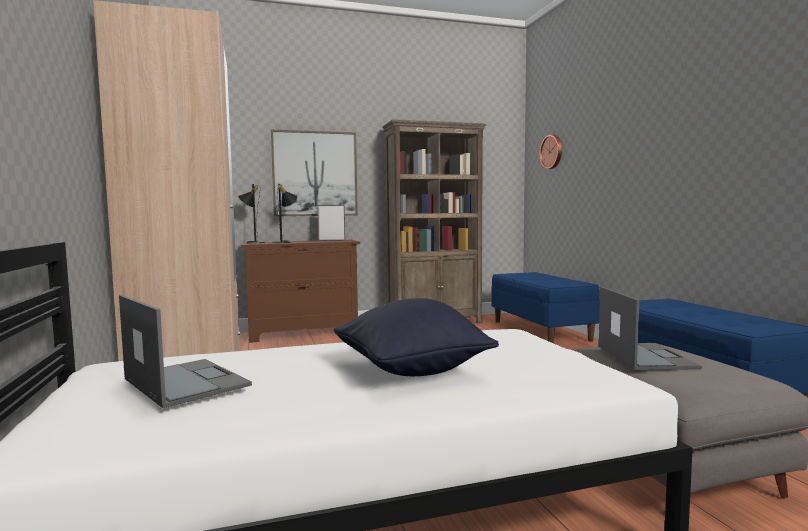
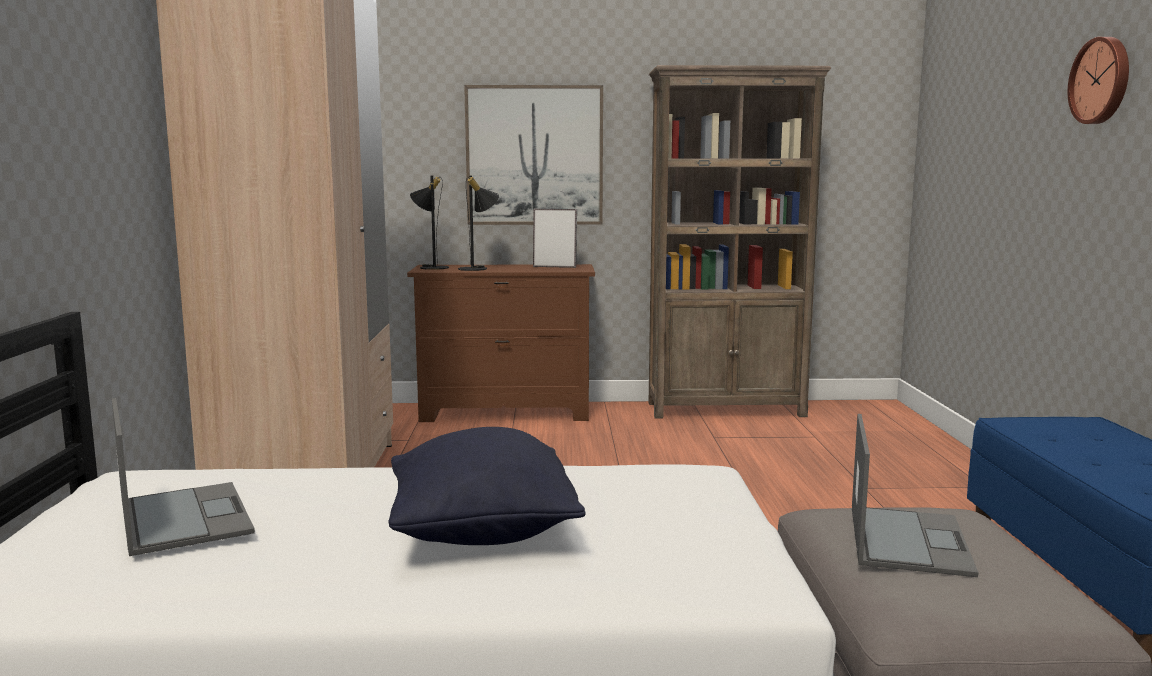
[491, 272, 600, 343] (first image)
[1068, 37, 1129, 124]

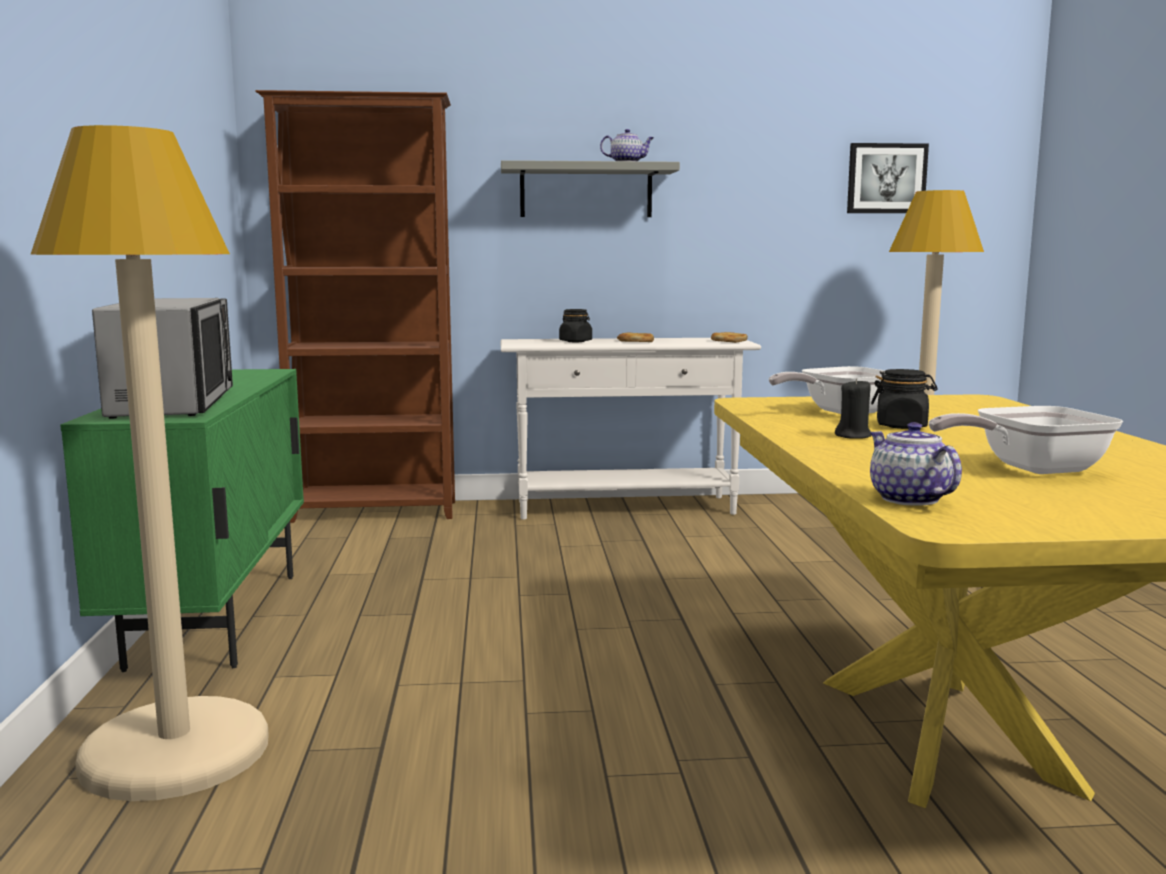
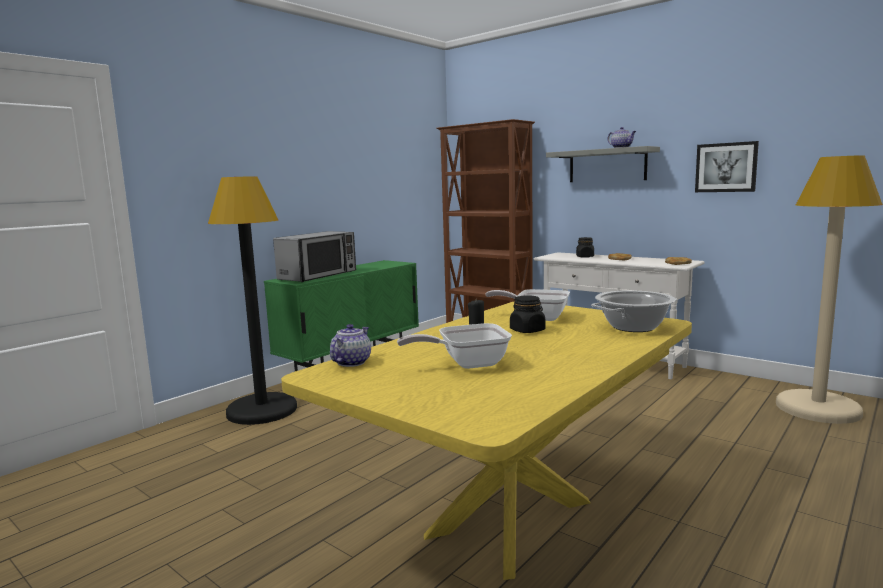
[591, 290, 677, 332]
[695, 141, 759, 192]
[208, 176, 297, 425]
[397, 323, 512, 369]

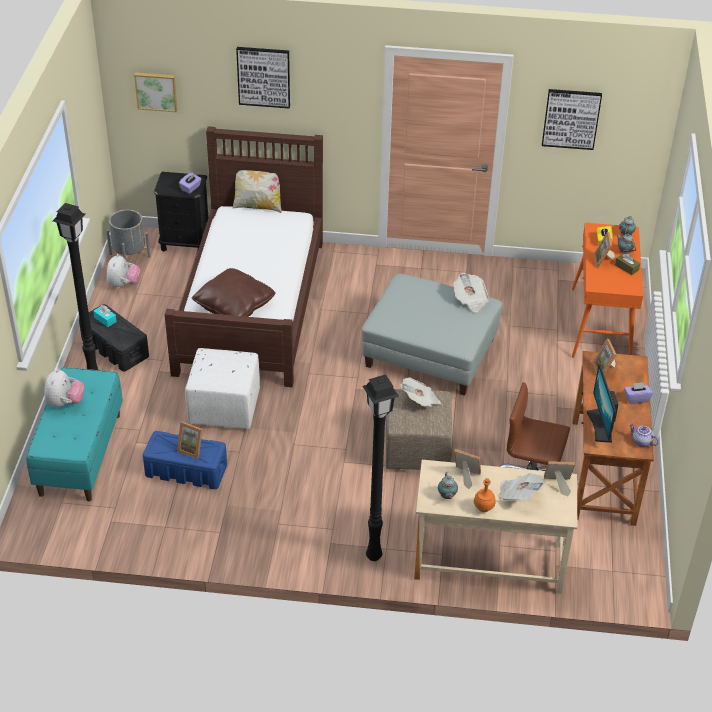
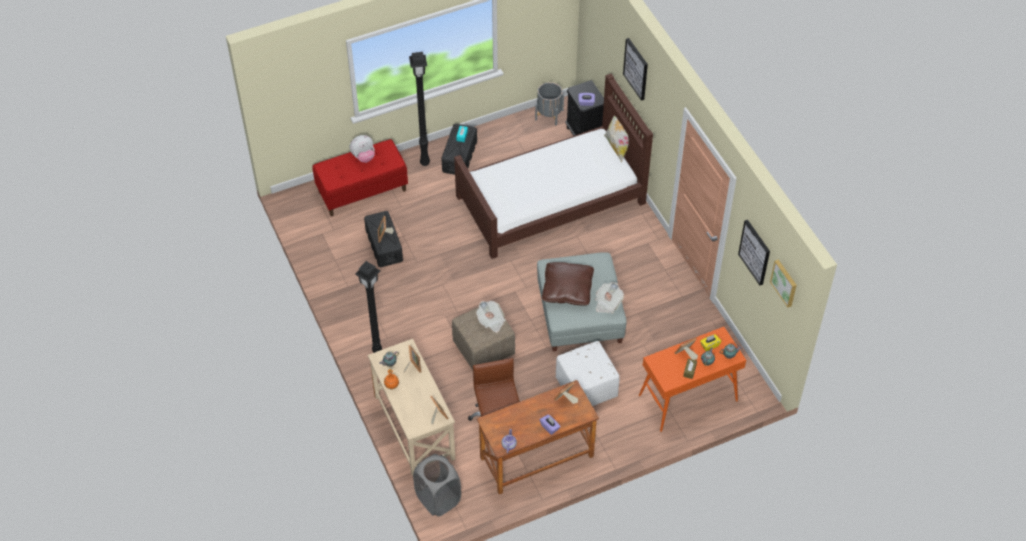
[107, 254, 140, 288] (first image)
[499, 473, 544, 501] (first image)
[586, 364, 618, 443] (first image)
[413, 454, 461, 516]
[770, 260, 797, 307]
[556, 341, 620, 406]
[542, 262, 594, 306]
[312, 139, 408, 216]
[364, 211, 403, 267]

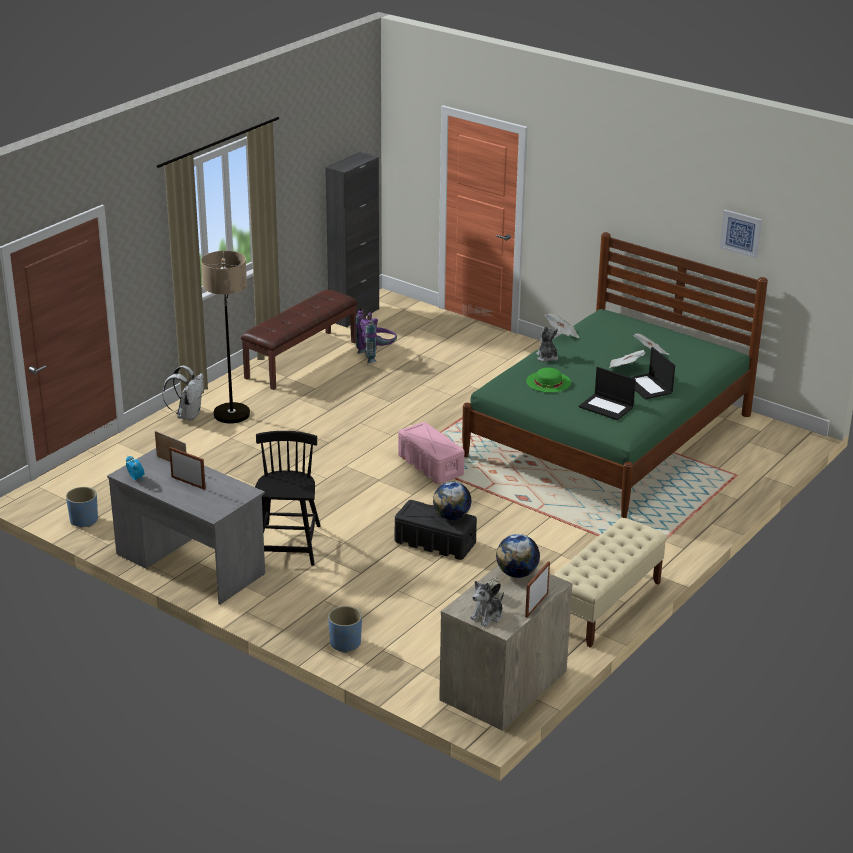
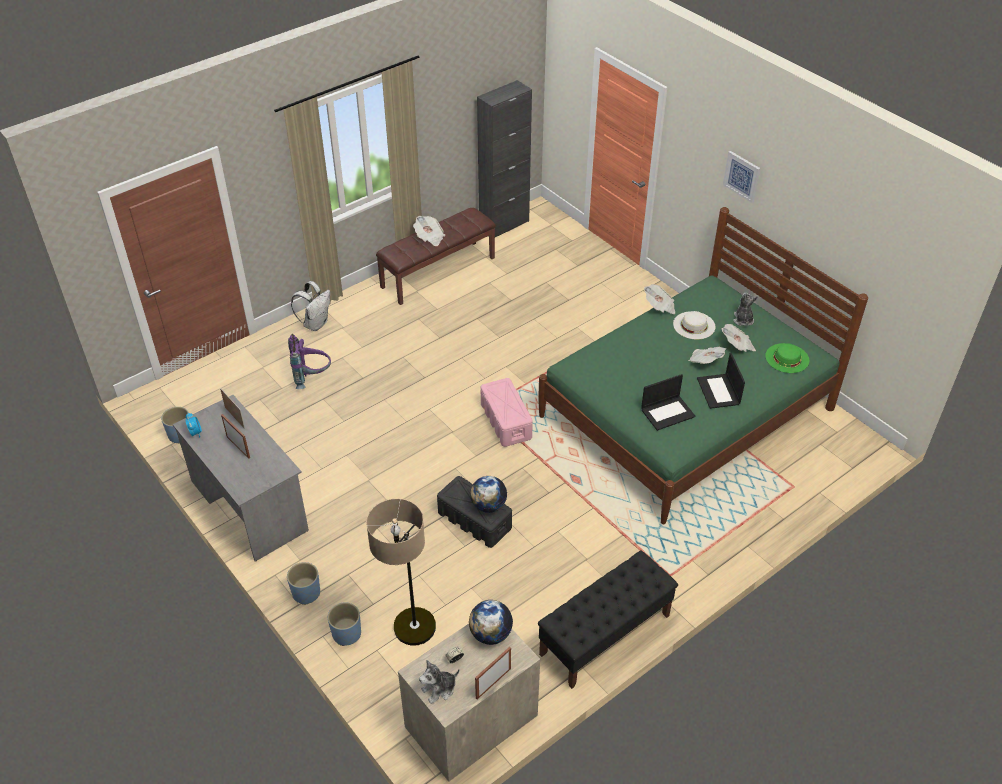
[255, 431, 321, 566] (first image)
[287, 562, 320, 605]
[413, 216, 445, 246]
[673, 311, 715, 339]
[366, 499, 436, 645]
[288, 334, 331, 389]
[765, 343, 809, 373]
[733, 293, 758, 326]
[723, 151, 760, 203]
[538, 550, 678, 689]
[641, 374, 695, 431]

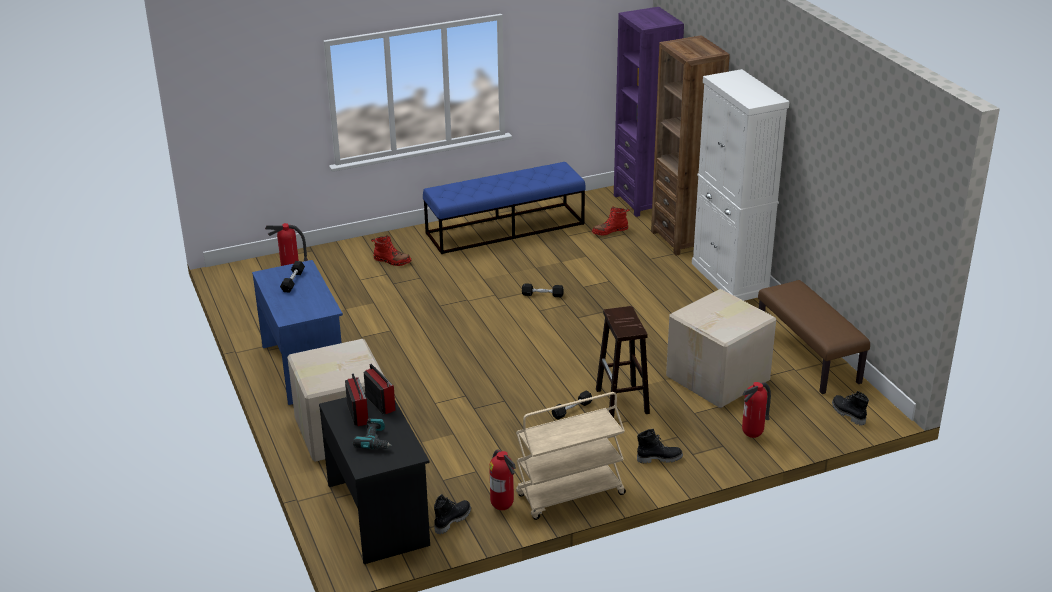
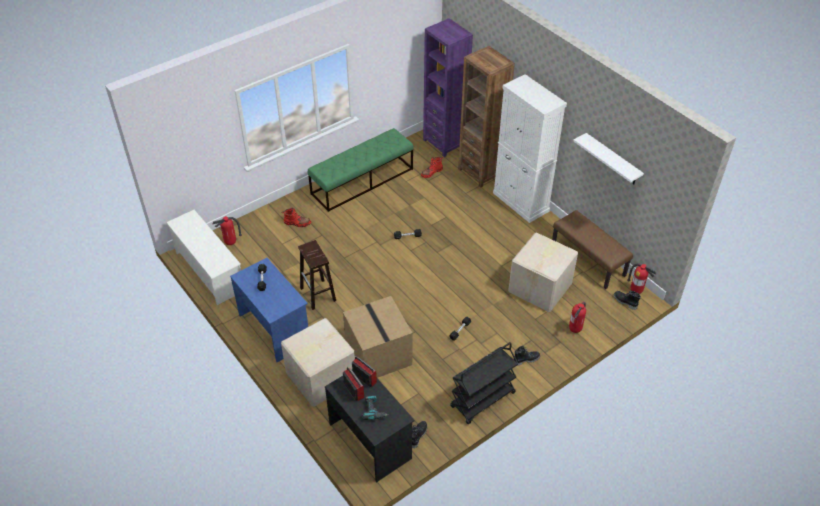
[166, 210, 241, 305]
[343, 296, 412, 378]
[573, 133, 644, 184]
[627, 263, 656, 294]
[298, 240, 336, 310]
[308, 128, 414, 212]
[450, 342, 518, 424]

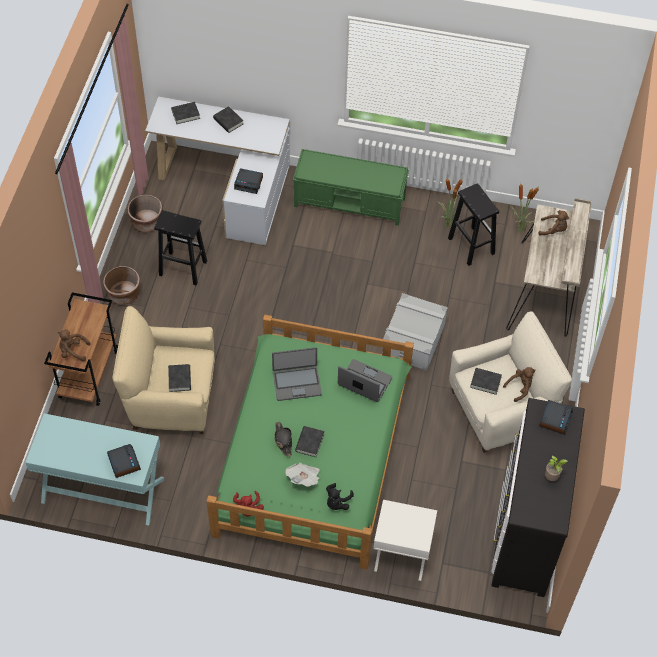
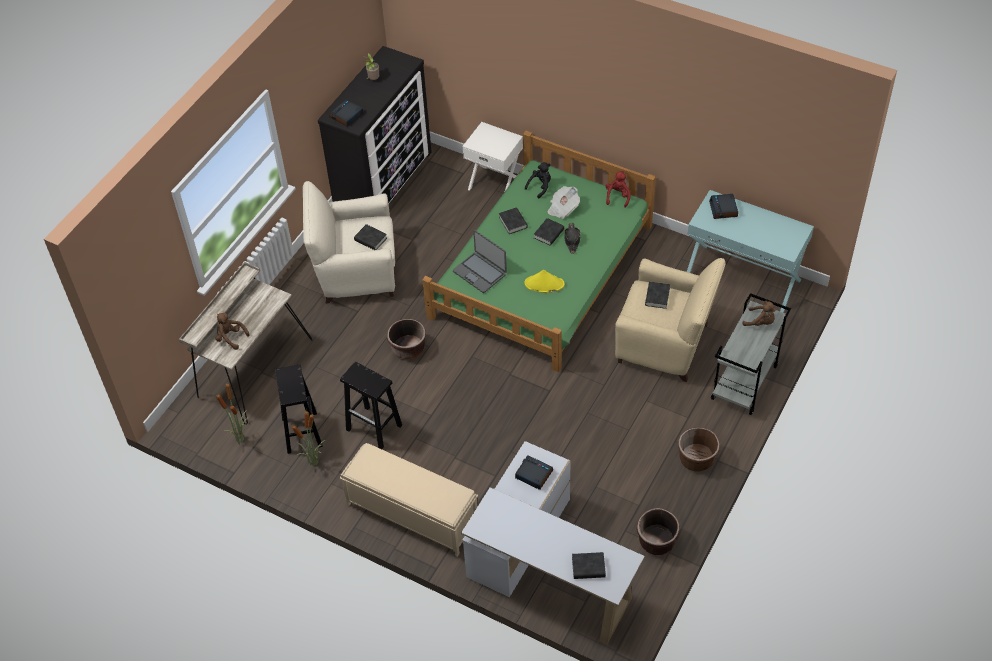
[503, 367, 535, 402] (first image)
[340, 362, 402, 449]
[499, 207, 528, 234]
[525, 270, 565, 293]
[387, 319, 426, 359]
[711, 293, 791, 415]
[340, 443, 478, 557]

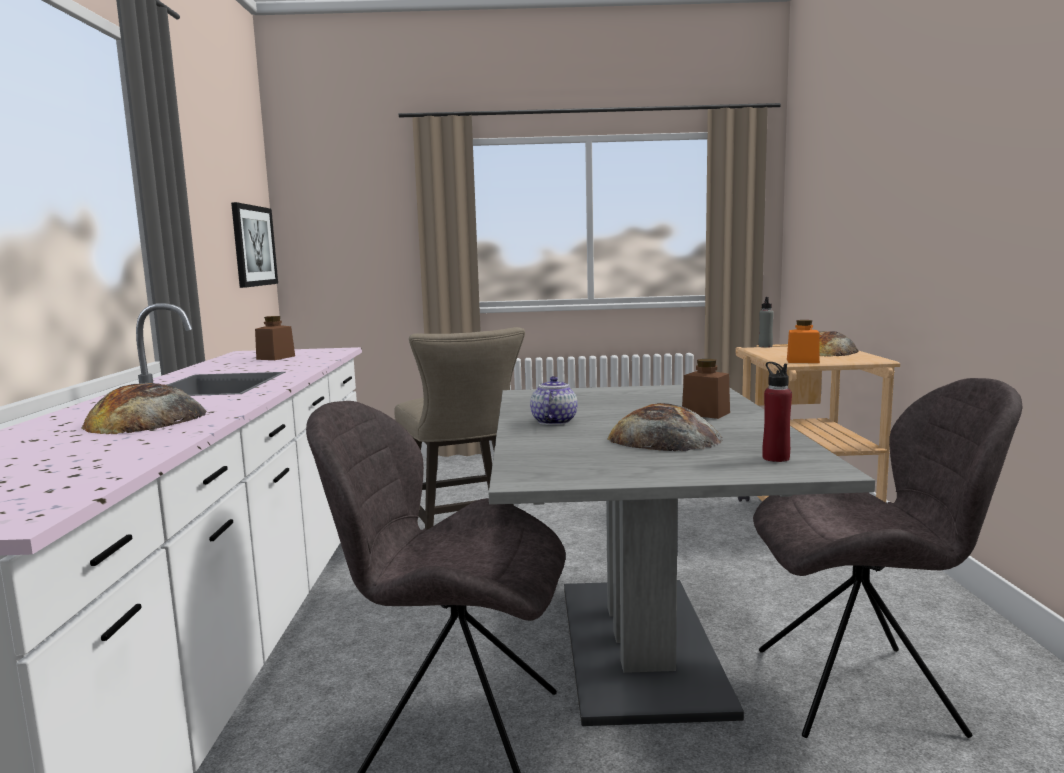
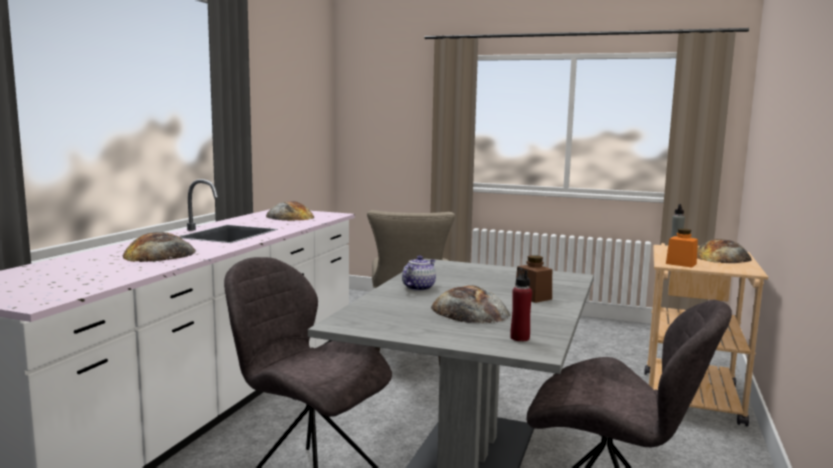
[231, 202, 278, 288] (first image)
[266, 201, 314, 221]

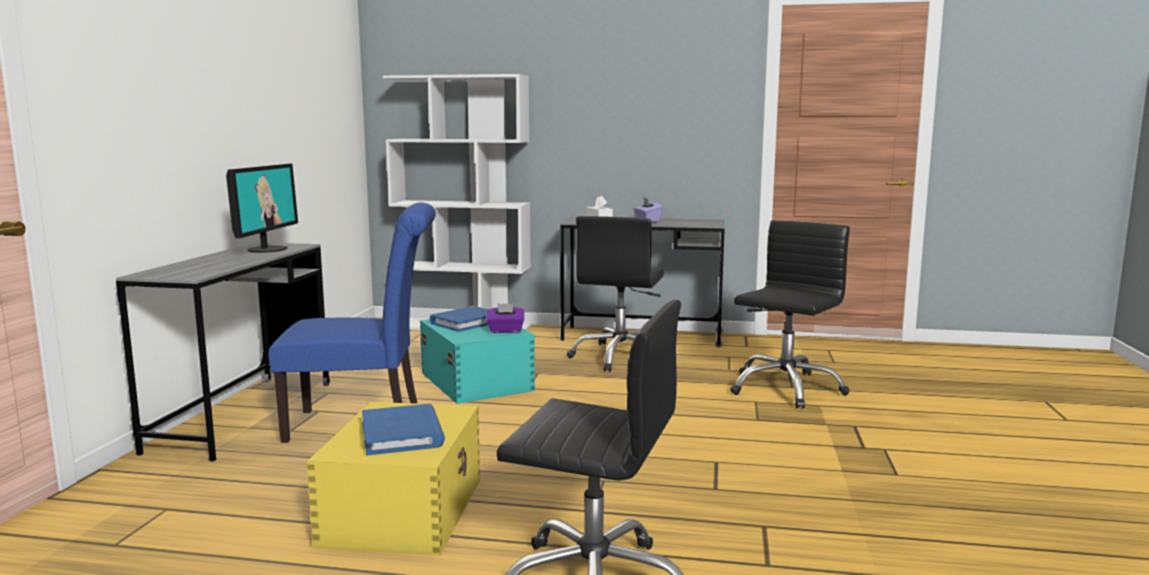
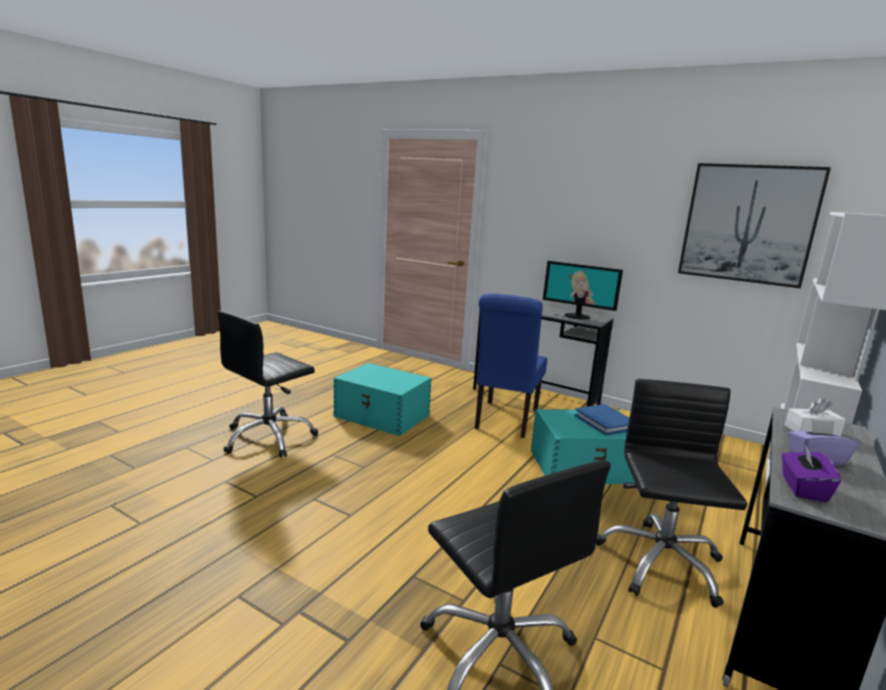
[362, 404, 445, 455] (first image)
[678, 163, 831, 288]
[782, 445, 841, 502]
[334, 363, 431, 436]
[596, 379, 747, 608]

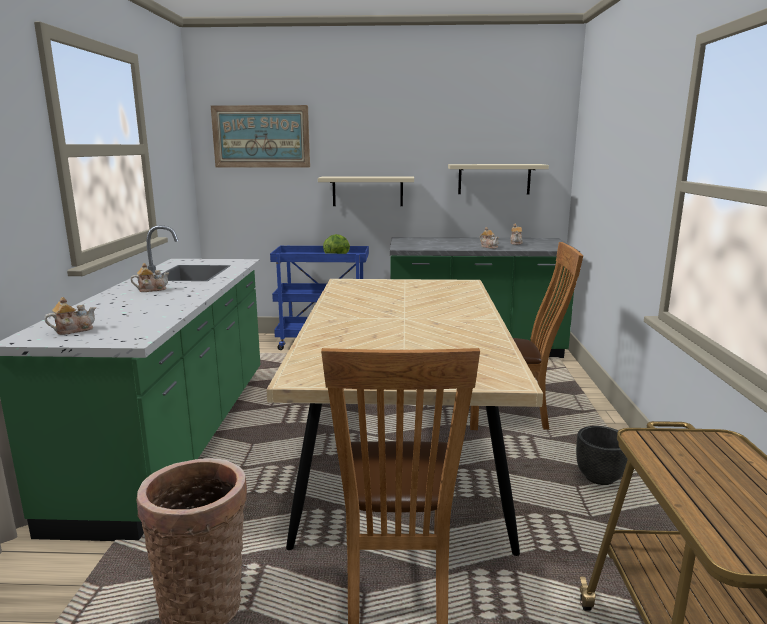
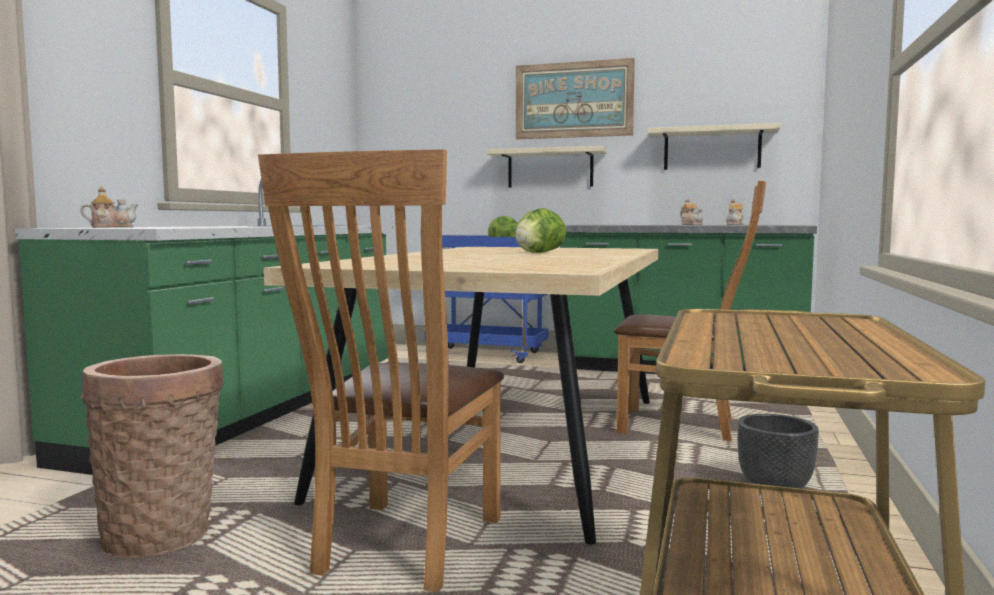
[131, 263, 169, 292] (first image)
[515, 208, 566, 253]
[516, 58, 635, 139]

